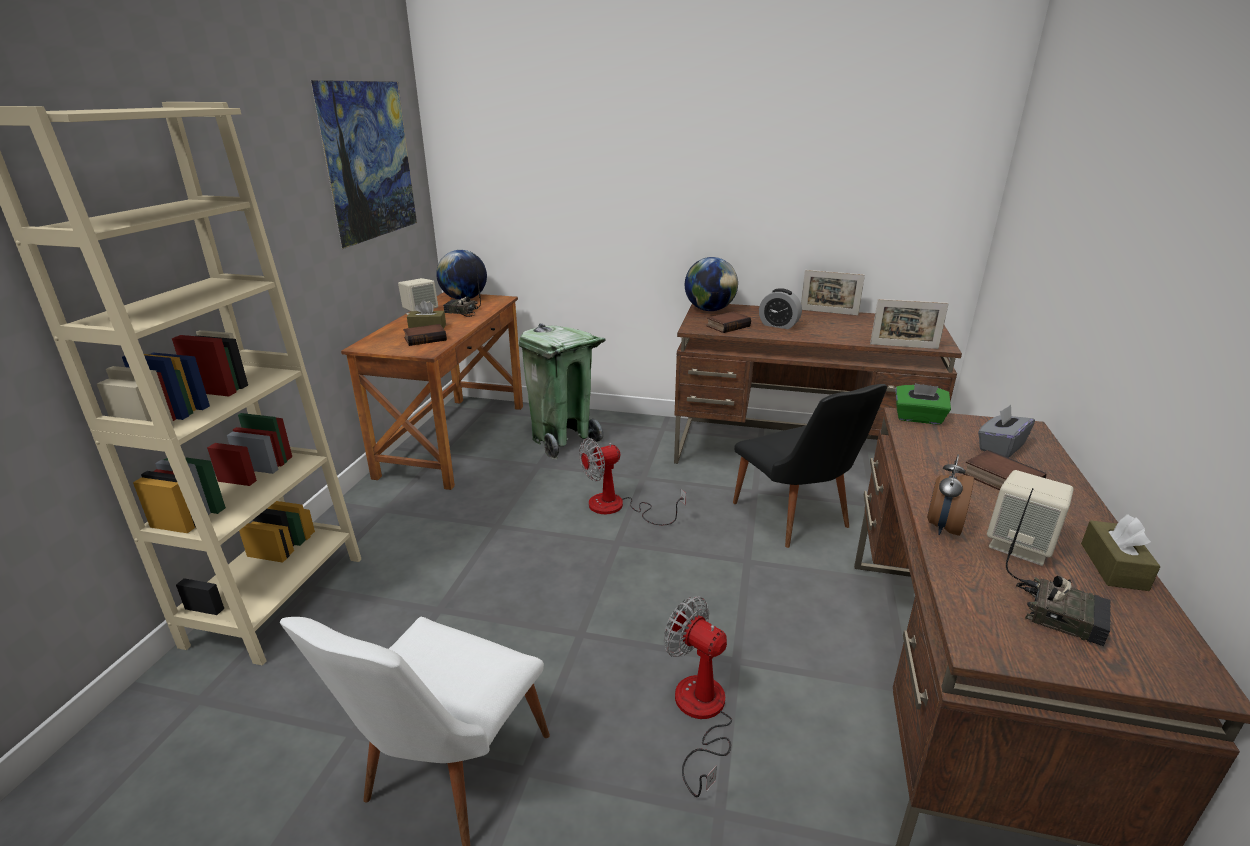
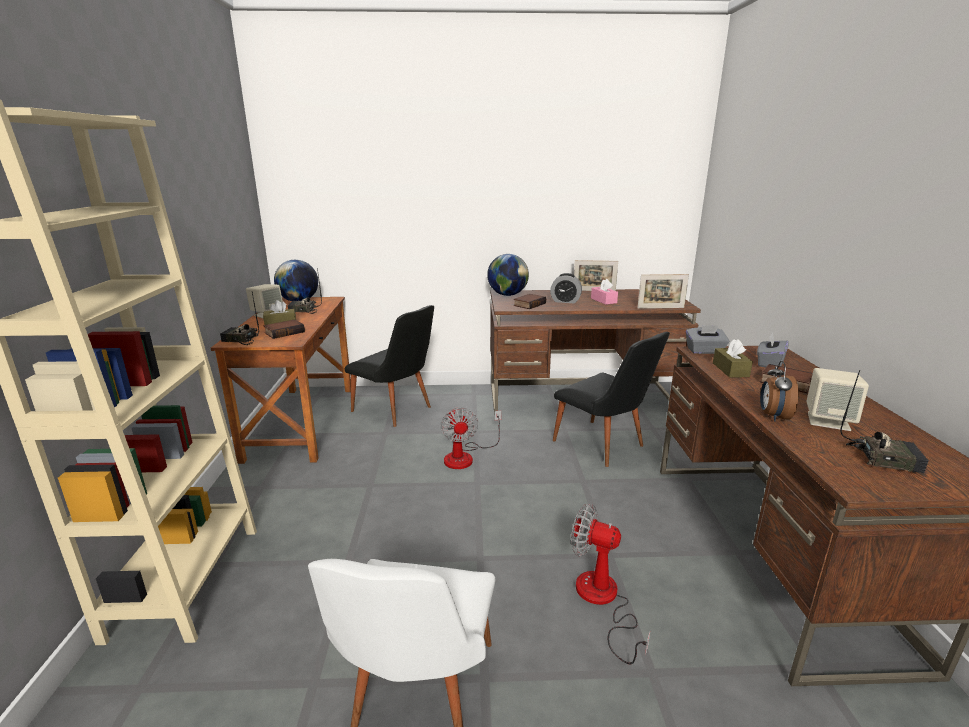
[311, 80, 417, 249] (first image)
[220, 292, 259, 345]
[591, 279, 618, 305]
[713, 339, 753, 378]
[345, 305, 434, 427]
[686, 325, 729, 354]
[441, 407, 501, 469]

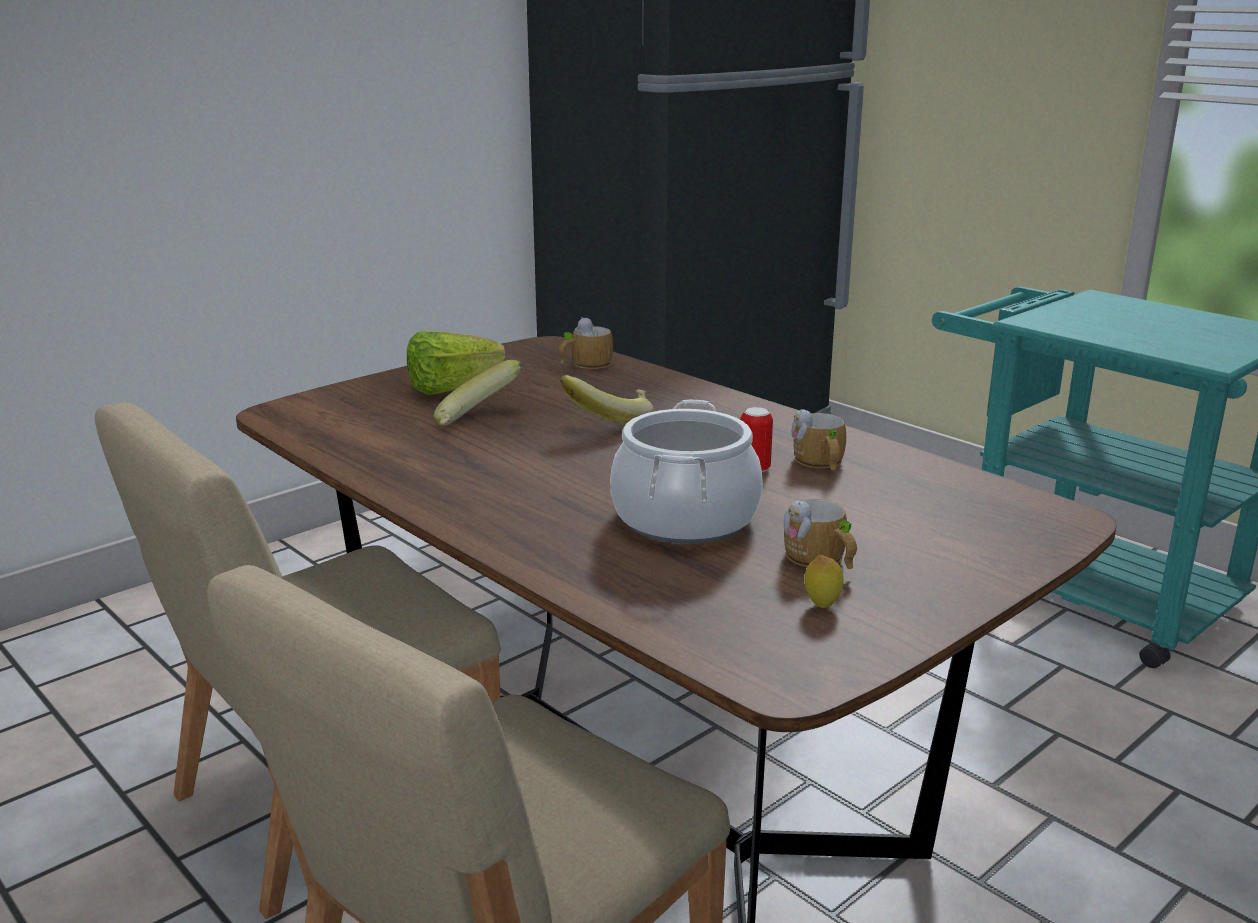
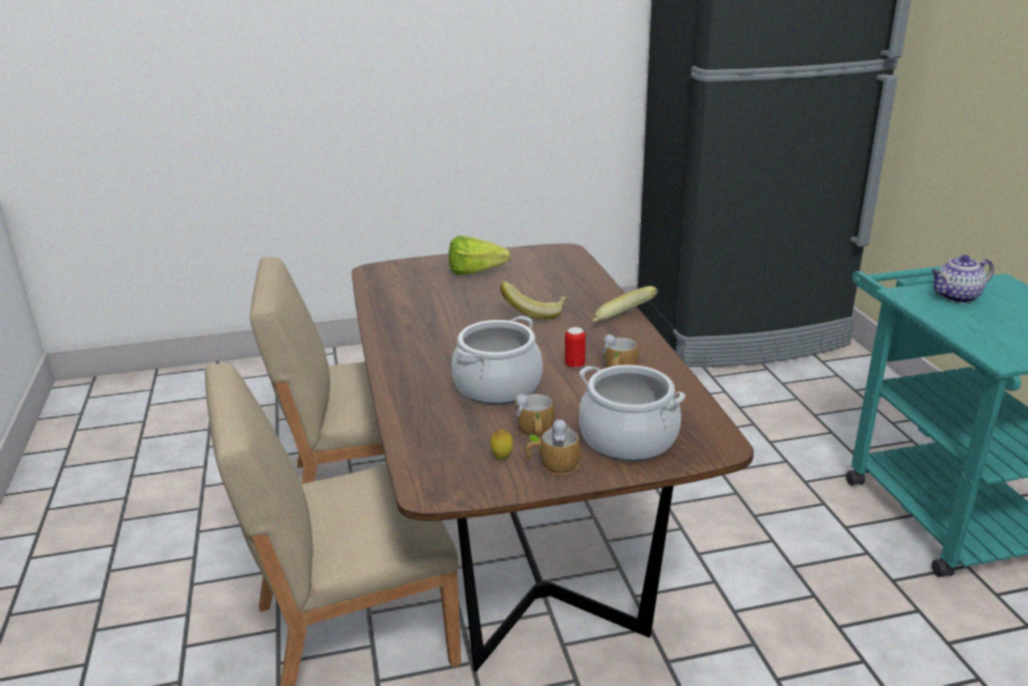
[579, 365, 685, 461]
[931, 255, 994, 303]
[593, 286, 658, 322]
[525, 418, 580, 475]

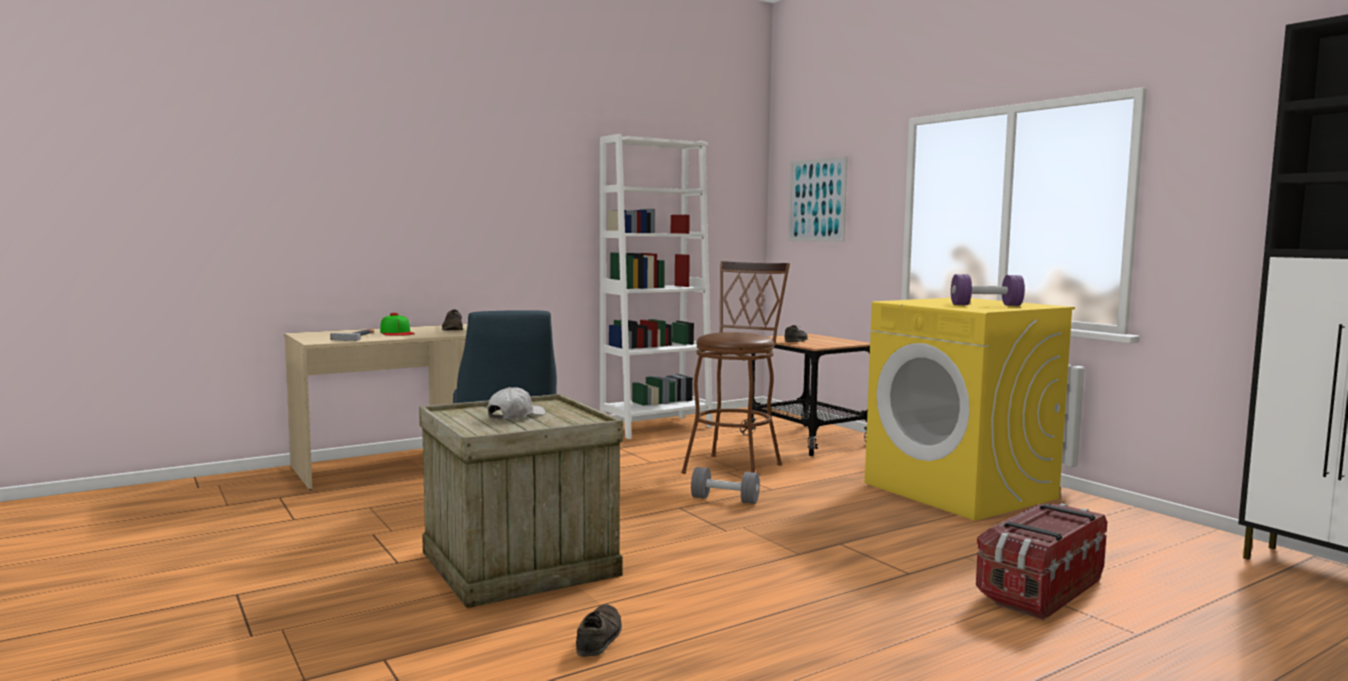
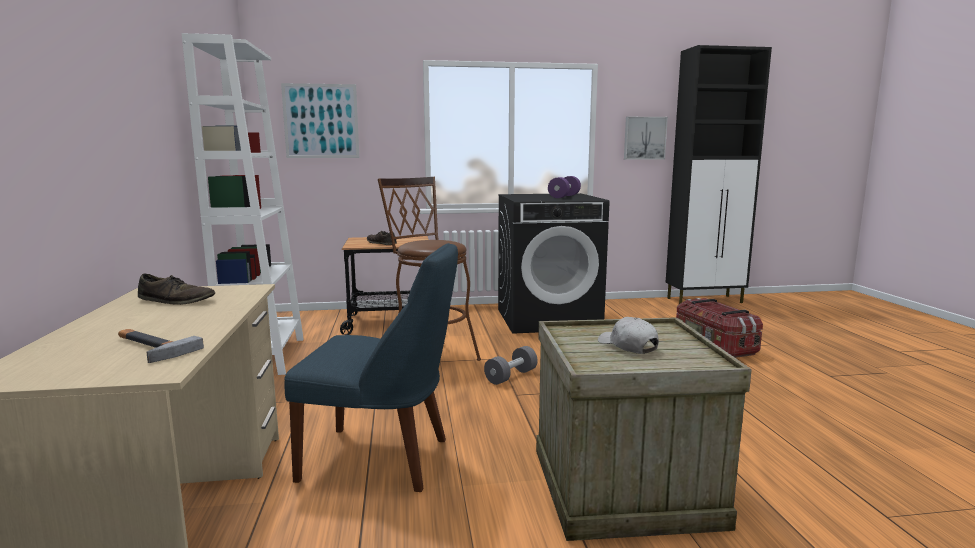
[380, 313, 415, 336] (first image)
[576, 604, 622, 657] (first image)
[624, 117, 668, 160]
[498, 193, 610, 334]

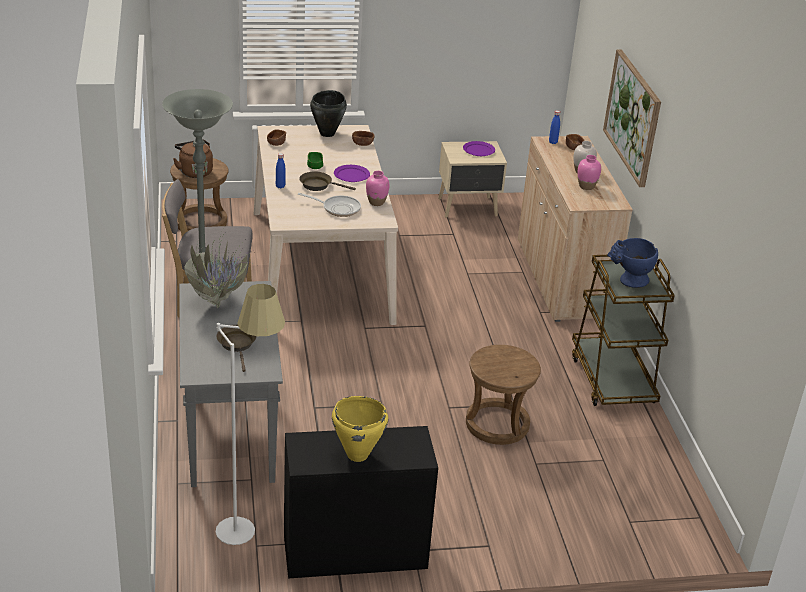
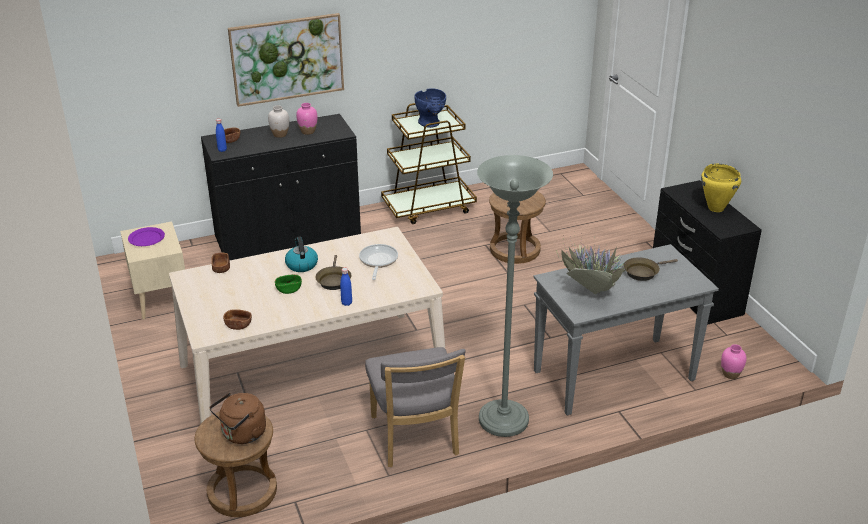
[216, 284, 285, 545] (first image)
[310, 90, 347, 137] (first image)
[721, 344, 746, 379]
[285, 236, 318, 272]
[201, 114, 361, 261]

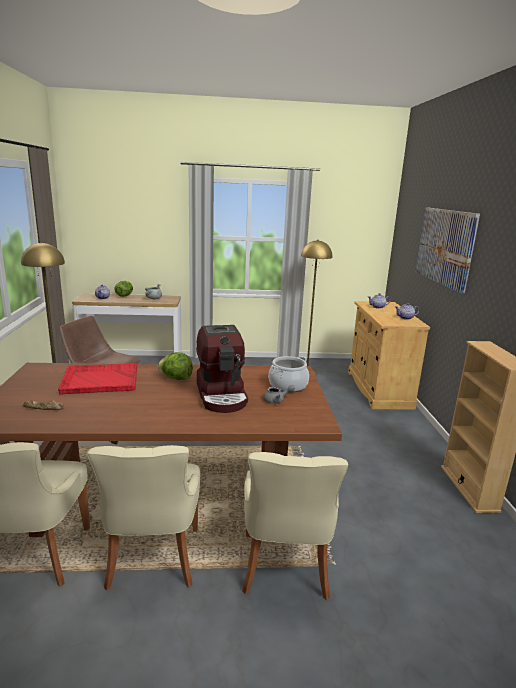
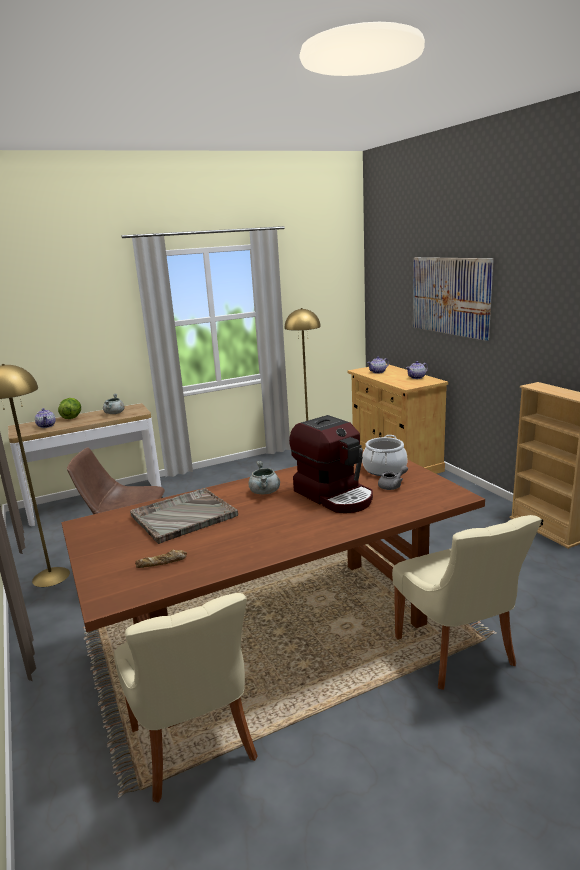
[87, 445, 200, 591] (first image)
[248, 461, 280, 494]
[130, 488, 238, 544]

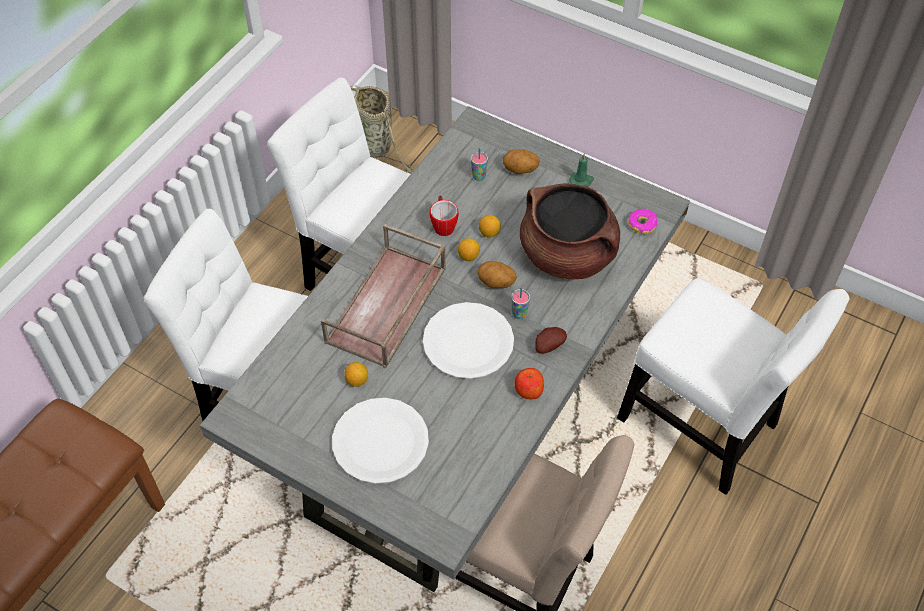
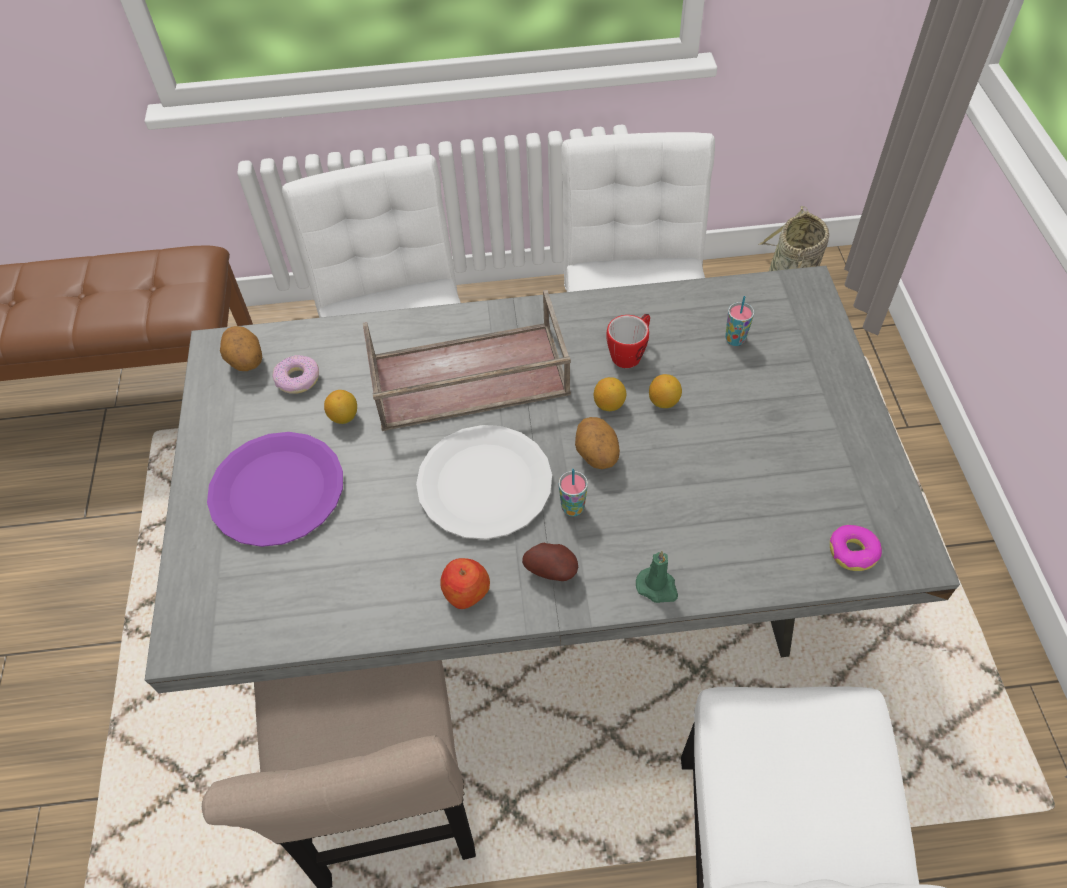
[520, 183, 620, 279] (first image)
[273, 355, 319, 394]
[220, 326, 262, 371]
[636, 551, 678, 603]
[207, 432, 343, 547]

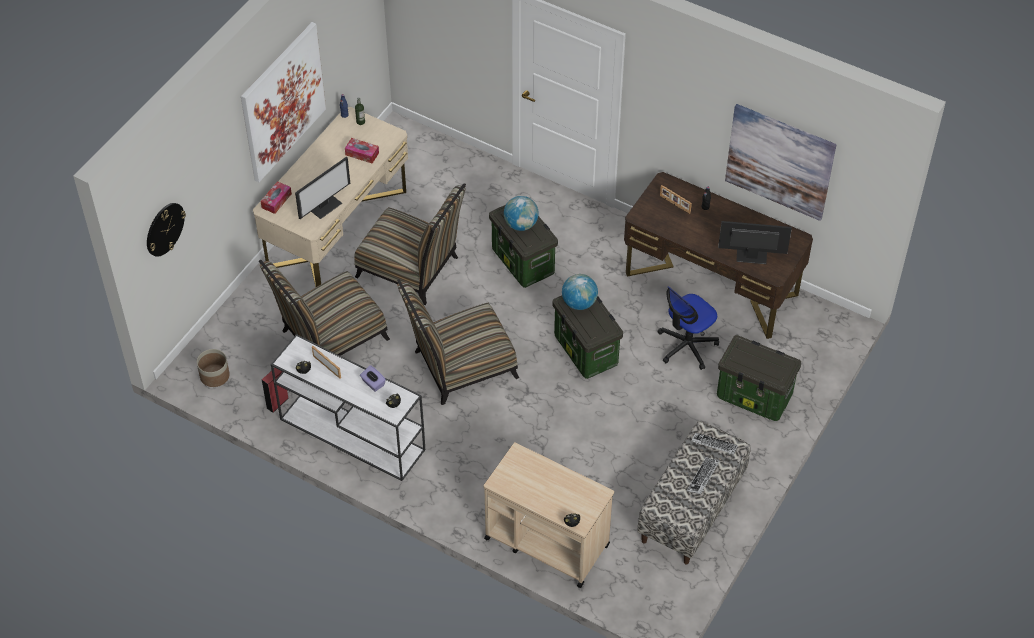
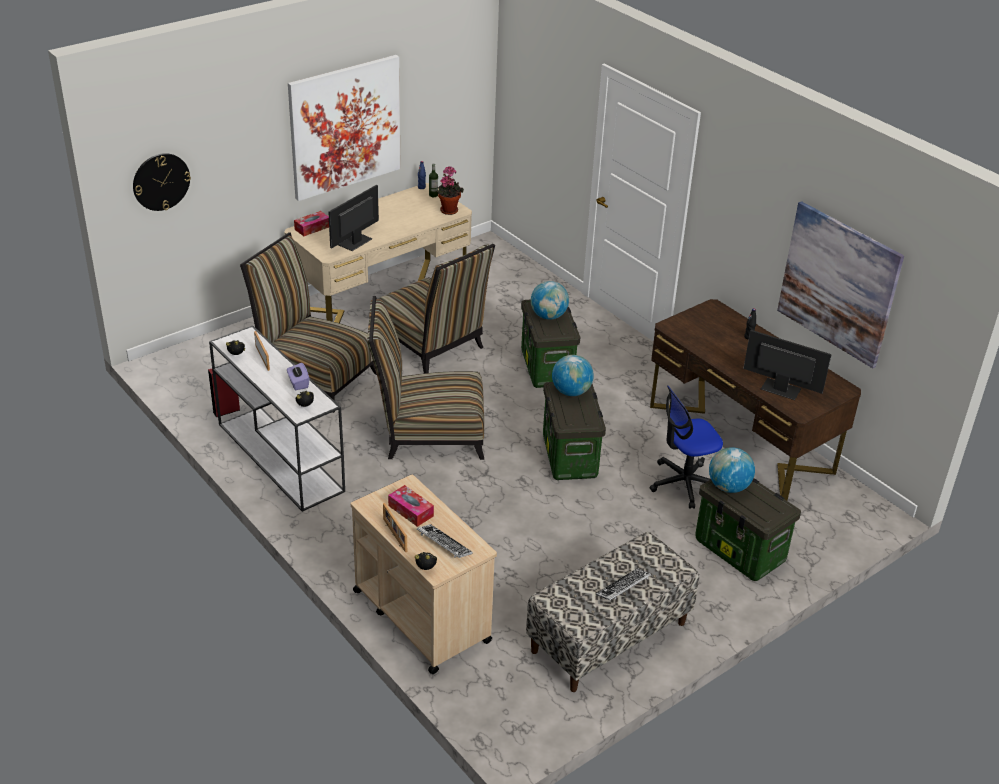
[197, 349, 230, 387] (first image)
[437, 166, 464, 215]
[709, 447, 755, 493]
[388, 485, 434, 527]
[383, 503, 407, 552]
[417, 524, 473, 558]
[240, 232, 377, 413]
[328, 185, 379, 251]

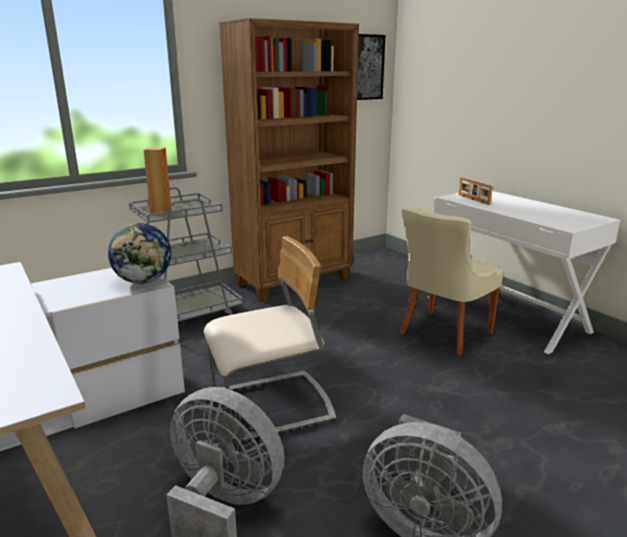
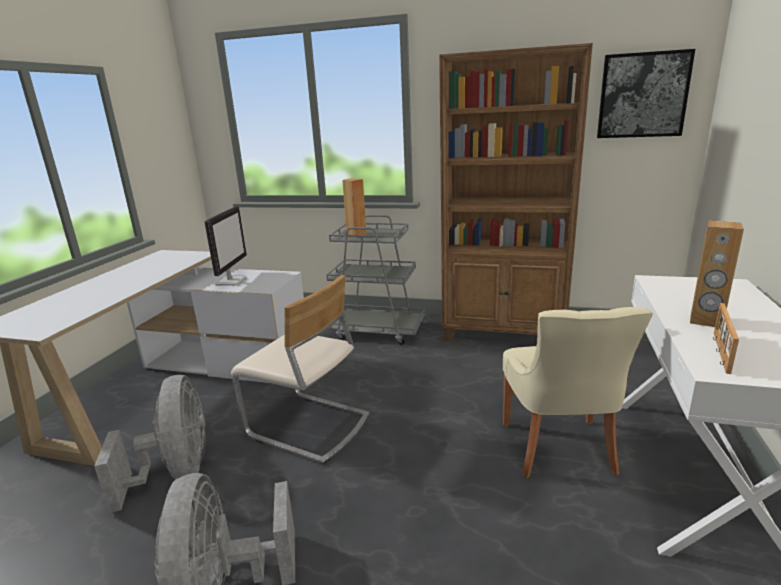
[108, 223, 171, 284] (first image)
[204, 206, 247, 286]
[690, 221, 744, 327]
[713, 303, 739, 374]
[503, 307, 653, 478]

